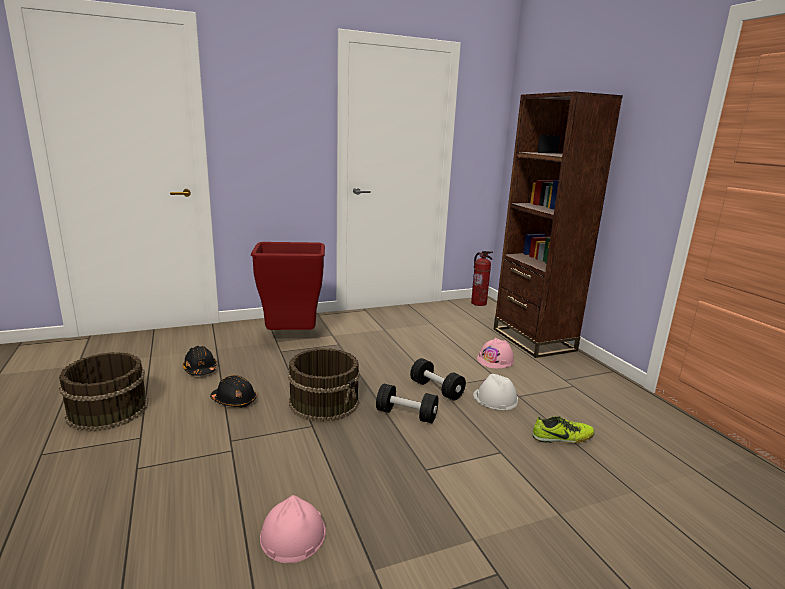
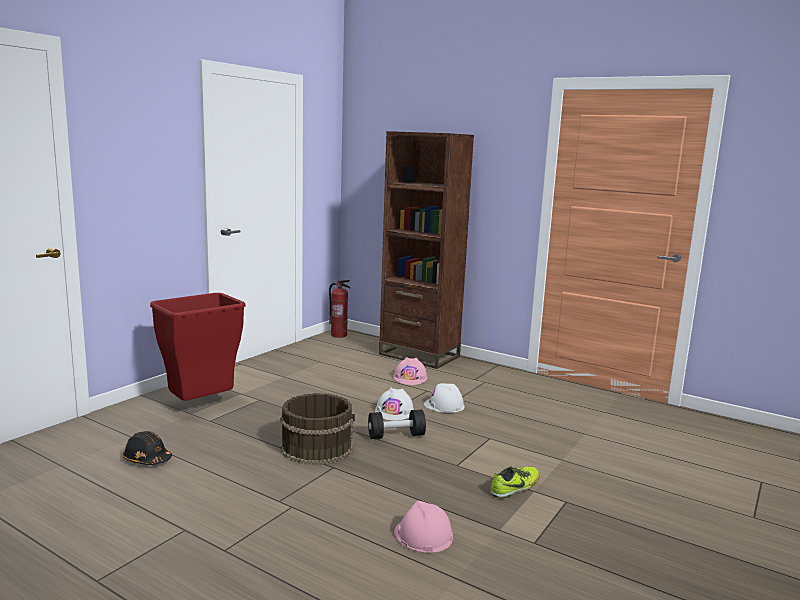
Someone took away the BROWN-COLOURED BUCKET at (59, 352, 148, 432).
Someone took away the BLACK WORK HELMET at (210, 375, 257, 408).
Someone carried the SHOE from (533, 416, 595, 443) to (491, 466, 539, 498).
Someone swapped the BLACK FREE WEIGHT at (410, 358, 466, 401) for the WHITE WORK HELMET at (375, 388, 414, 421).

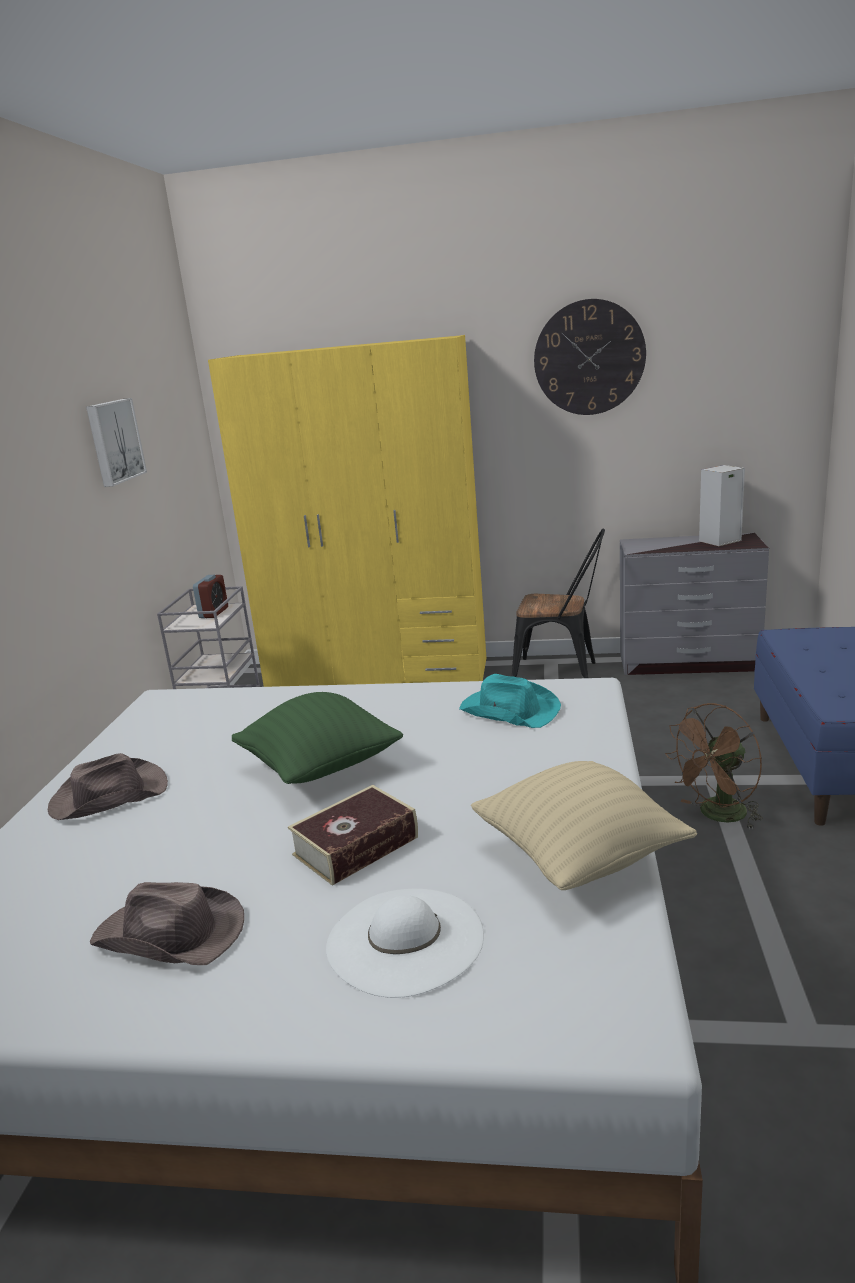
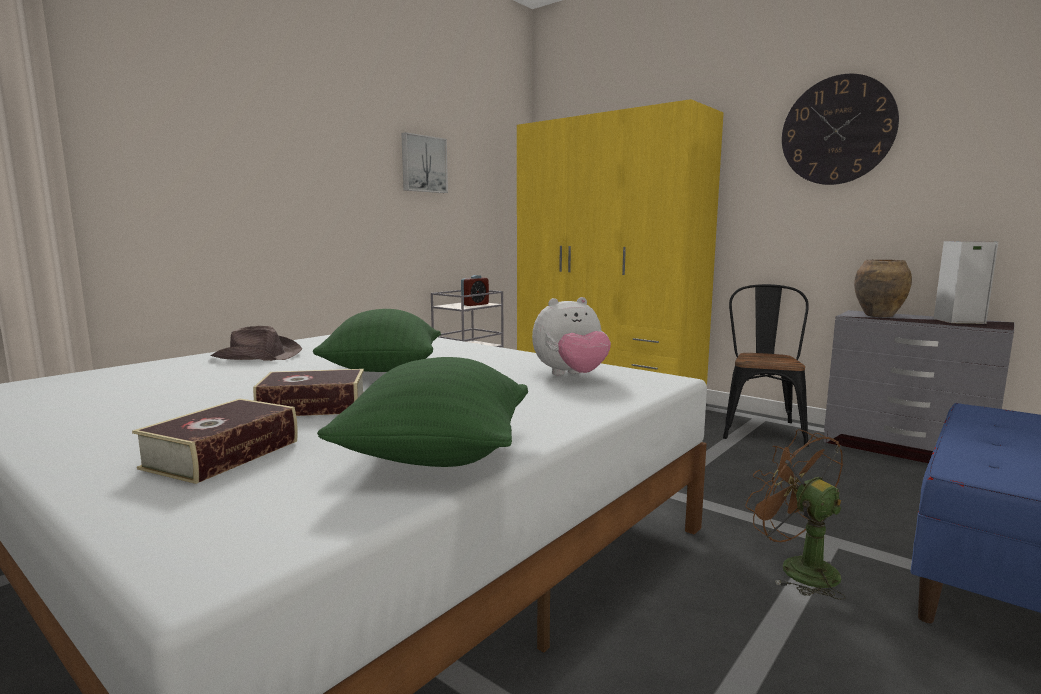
Someone took away the BROWN-COLOURED HAT at (90, 882, 244, 965).
Someone put down the BROWN-COLOURED DECORATIVE VASE at (854, 259, 912, 317).
Someone swapped the WHITE HAT at (326, 889, 484, 998) for the BOOK at (132, 399, 298, 484).
Someone swapped the TURQUOISE-COLOURED HAT at (459, 674, 561, 728) for the CUDDLY TOY at (532, 297, 611, 375).
Someone repainted the BEIGE THROW PILLOW at (471, 761, 697, 890), which became the GREENISH THROW PILLOW at (317, 357, 528, 467).
Someone rotated the BLACK PLAIN CHAIR at (512, 528, 605, 678) by 120 degrees counterclockwise.
Someone rotated the BROWN-COLOURED FAN at (665, 703, 763, 830) by 60 degrees clockwise.

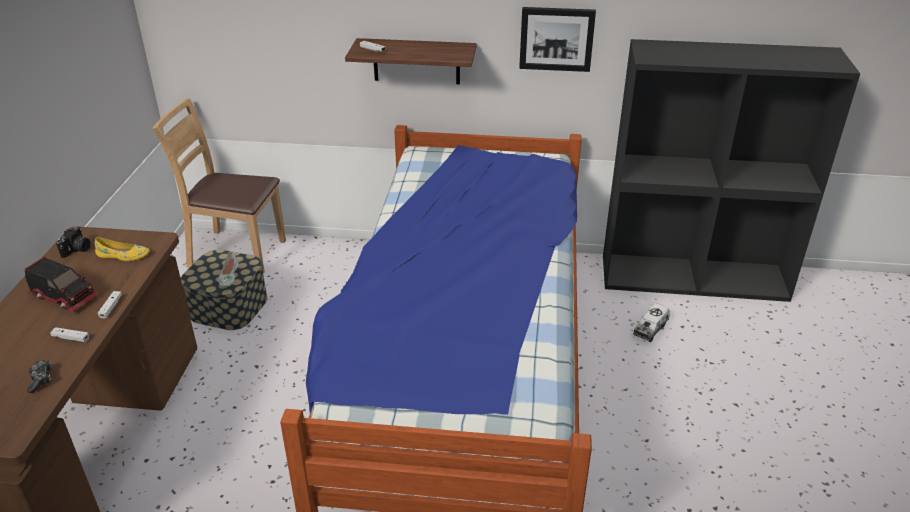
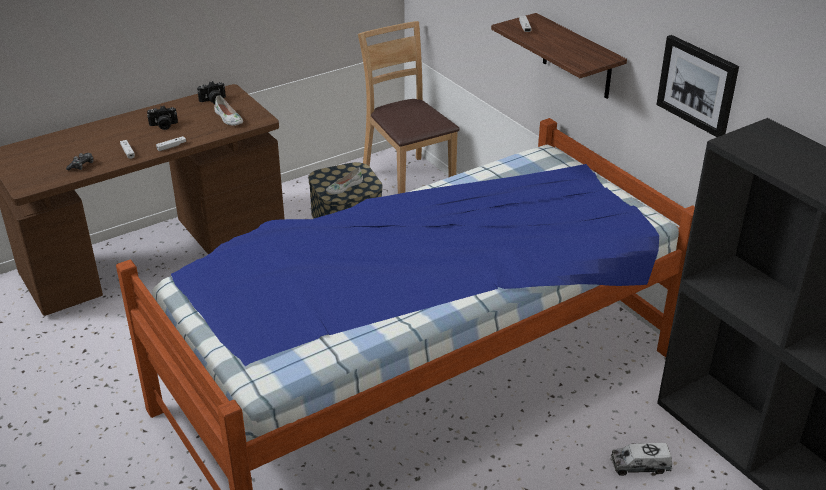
Someone swapped the TOY LORRY at (25, 256, 100, 312) for the STILL CAMERA at (147, 106, 178, 130).
Someone repainted the YELLOWISH SHOE at (95, 237, 150, 261), which became the WHITE SHOE at (214, 95, 243, 126).

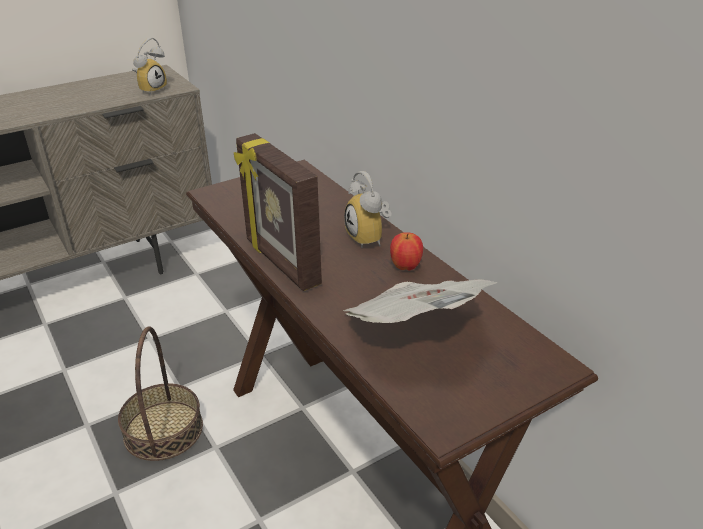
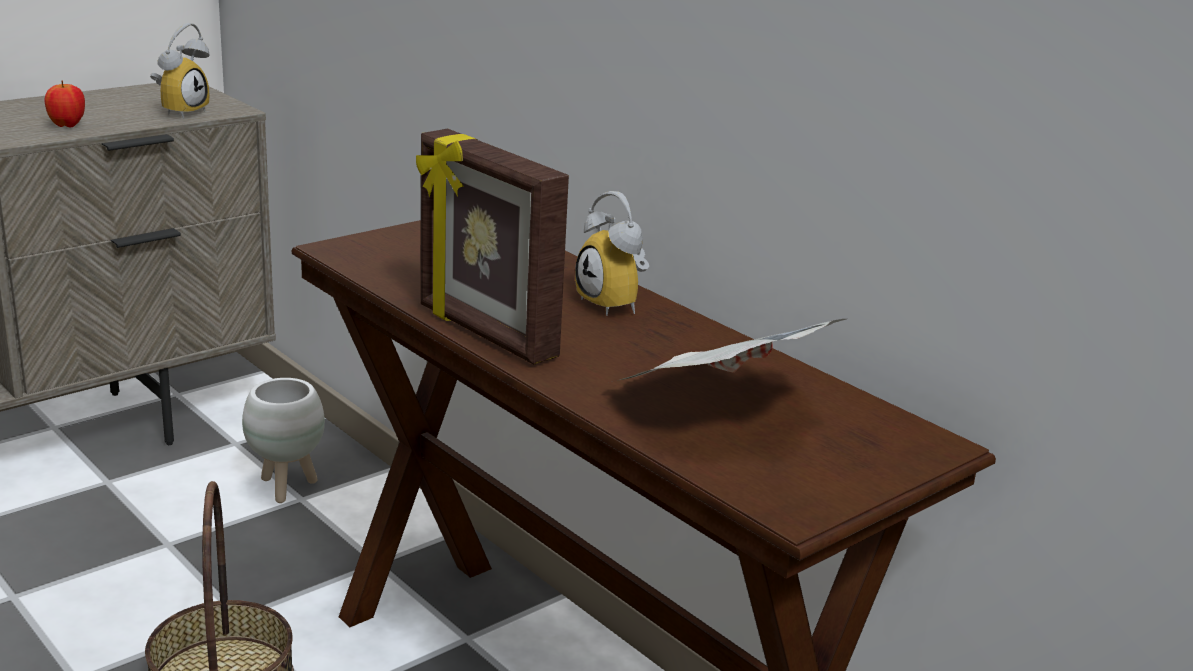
Someone put down the WHITE PLANTER at (242, 378, 325, 503).
Someone carried the APPLE from (390, 232, 423, 270) to (45, 81, 85, 127).

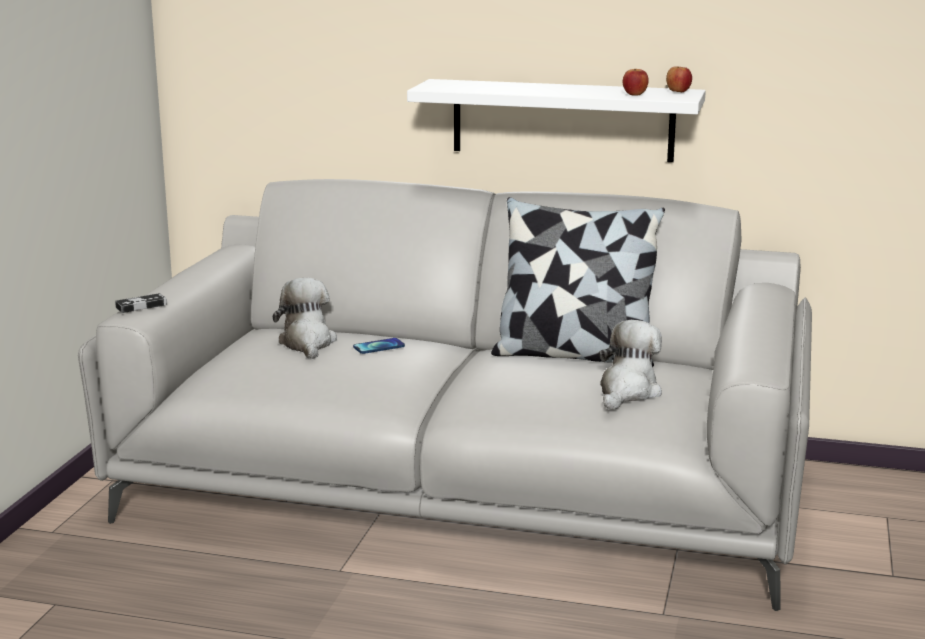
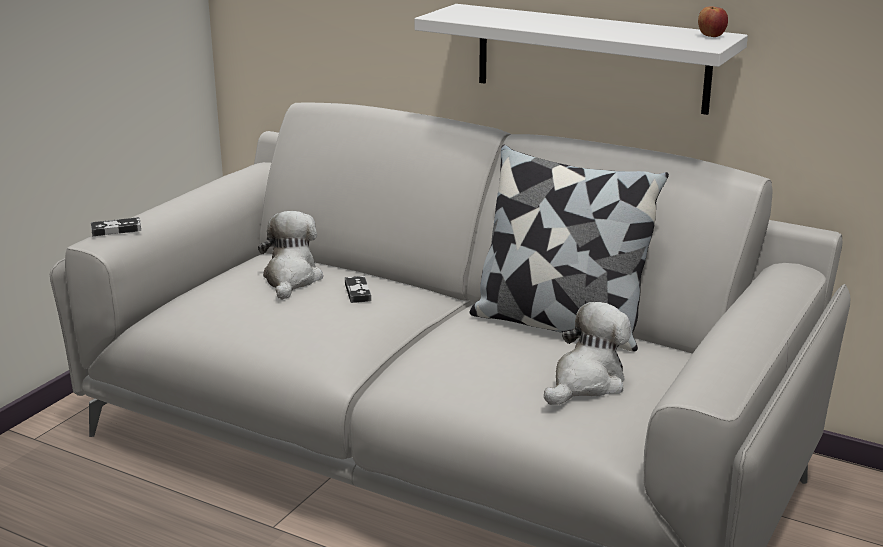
Someone took away the APPLE at (622, 69, 649, 96).
Someone swapped the PHONE at (353, 338, 405, 354) for the GAME CONTROLLER at (345, 276, 371, 303).

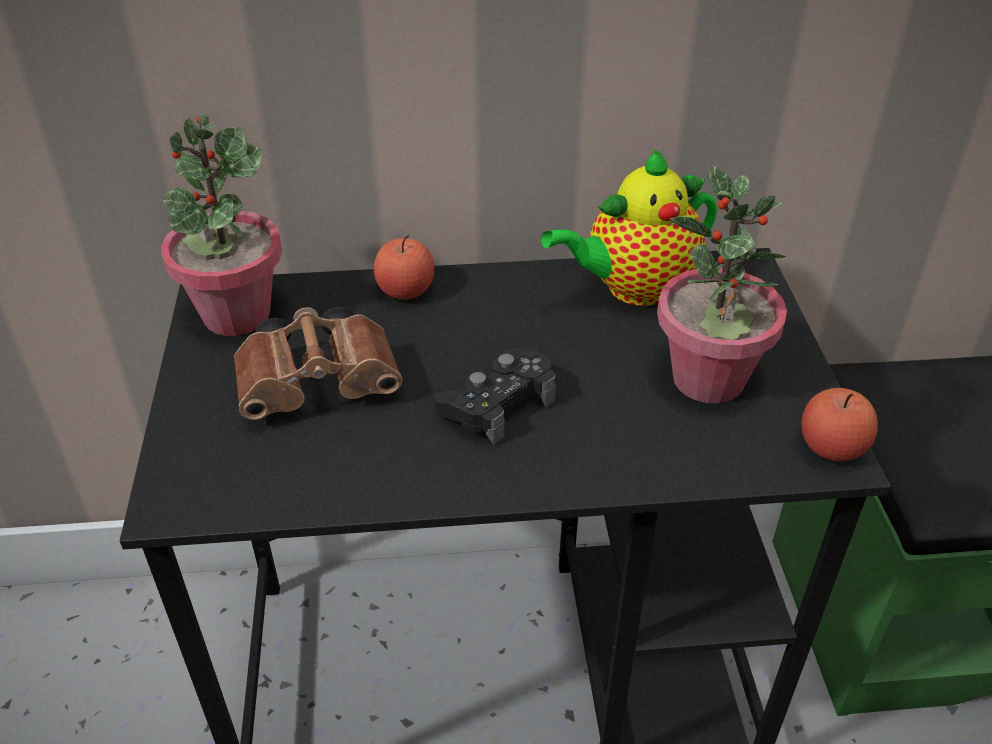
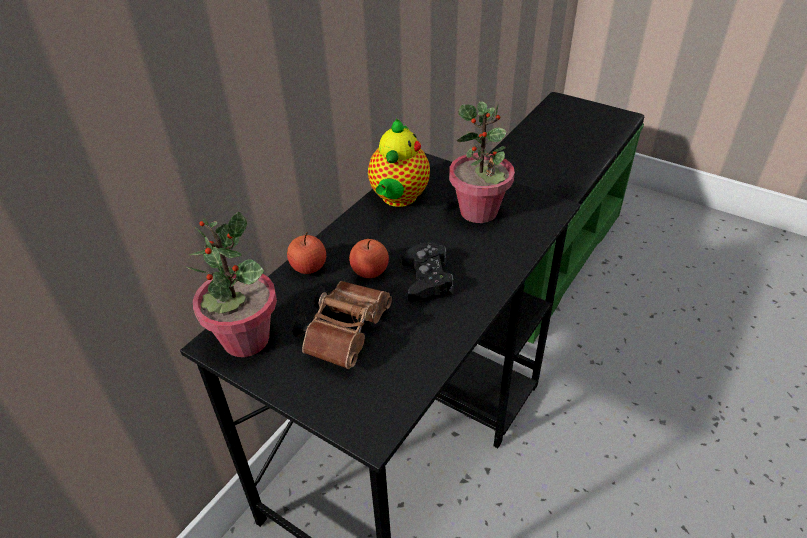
Someone carried the APPLE from (801, 388, 878, 461) to (349, 239, 389, 278).

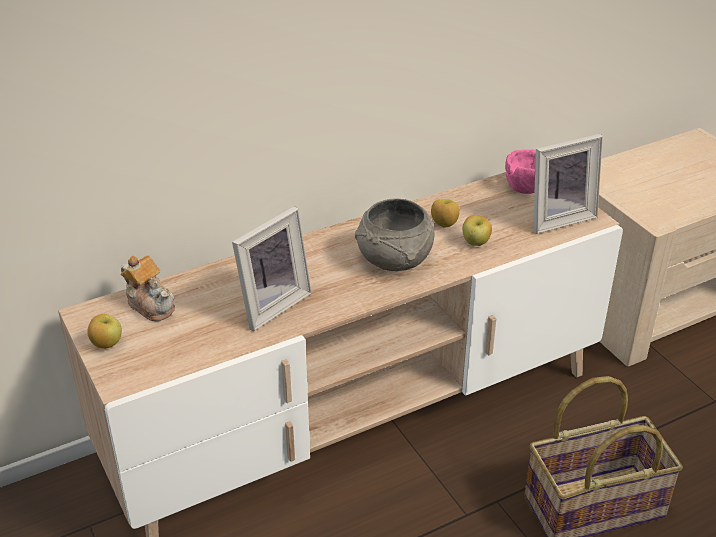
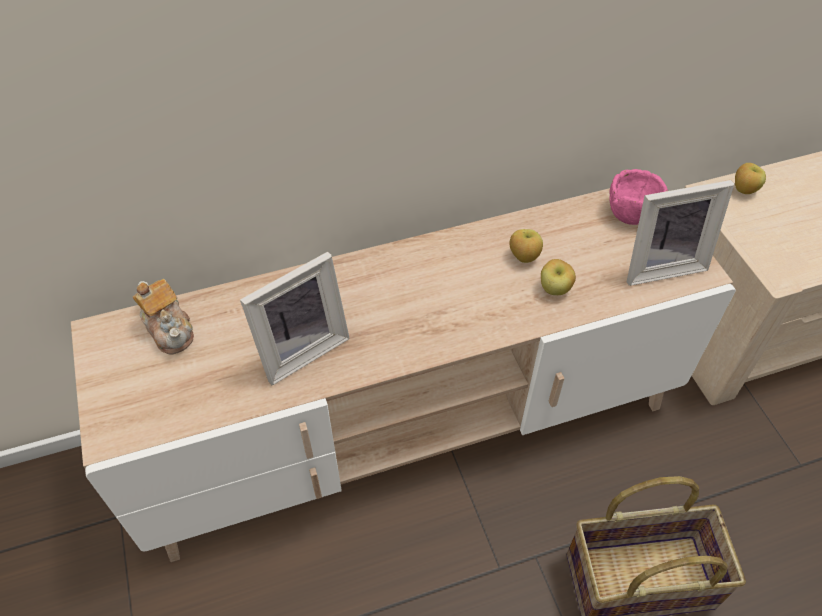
Someone took away the GREY SERVING BOWL at (355, 198, 434, 271).
Someone carried the APPLE from (87, 314, 122, 349) to (735, 163, 766, 194).

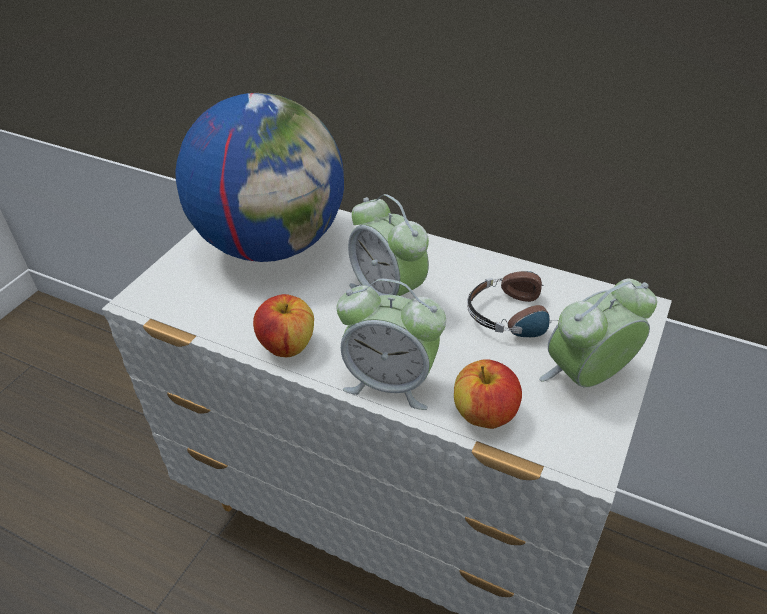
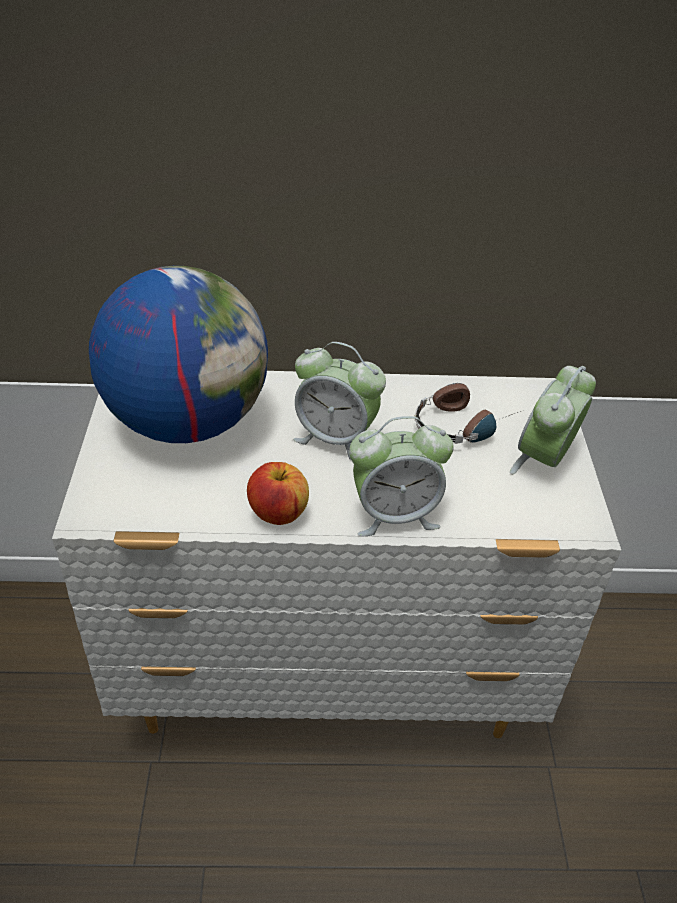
Someone took away the APPLE at (454, 359, 522, 429).

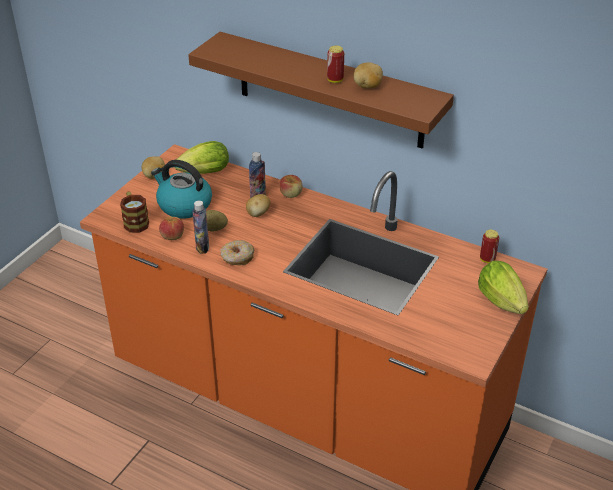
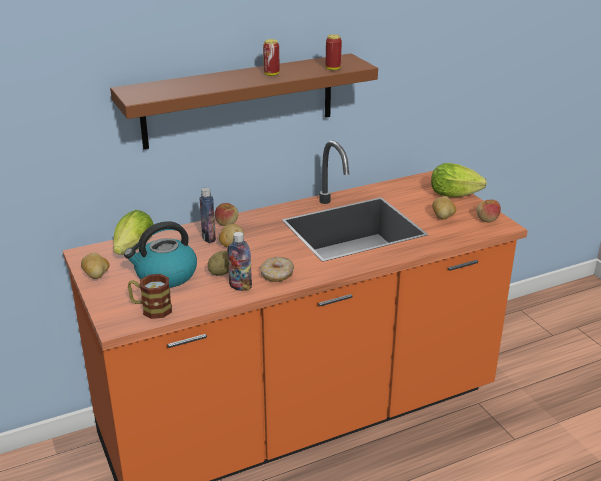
Someone carried the APPLE from (159, 217, 184, 240) to (477, 200, 501, 223).
Someone carried the POTATO from (354, 62, 383, 88) to (432, 197, 456, 220).
Someone carried the SEALED CAN from (480, 230, 499, 263) to (326, 34, 342, 71).

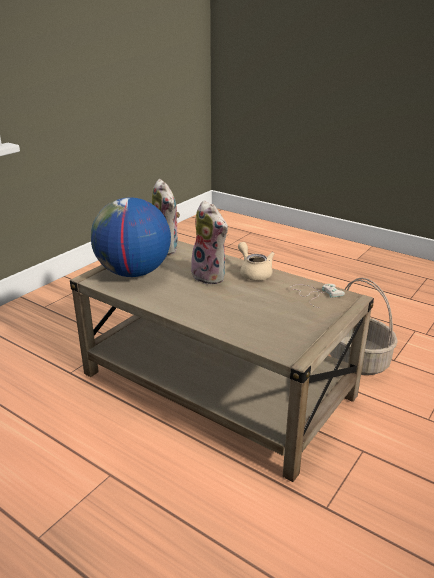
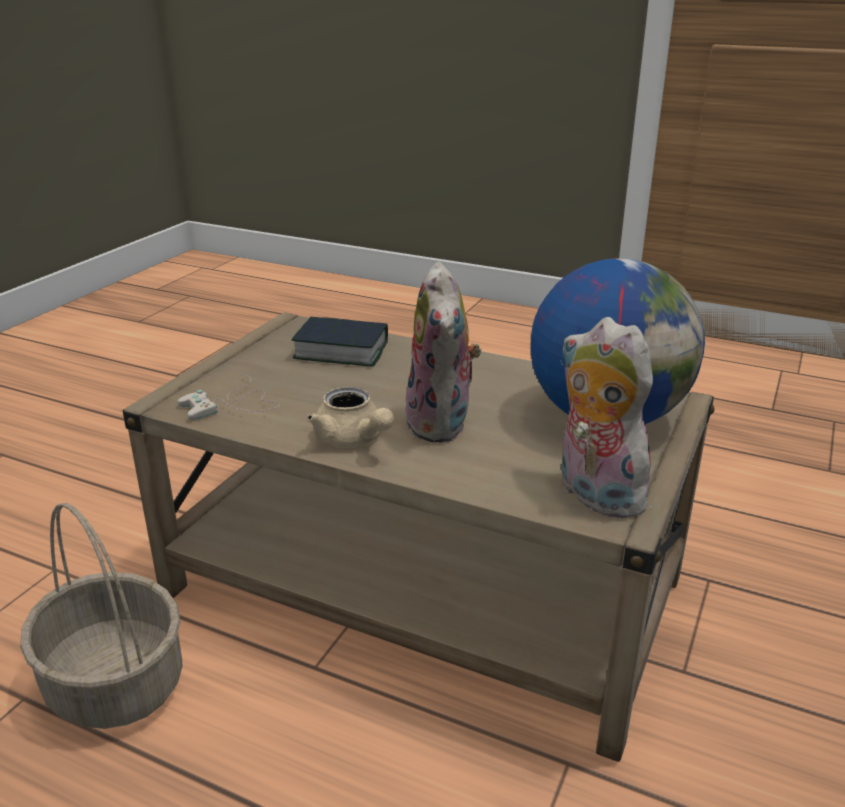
Someone put down the BOOK at (292, 317, 388, 367).
Someone rotated the CUDDLY TOY at (191, 200, 228, 285) by 135 degrees counterclockwise.

